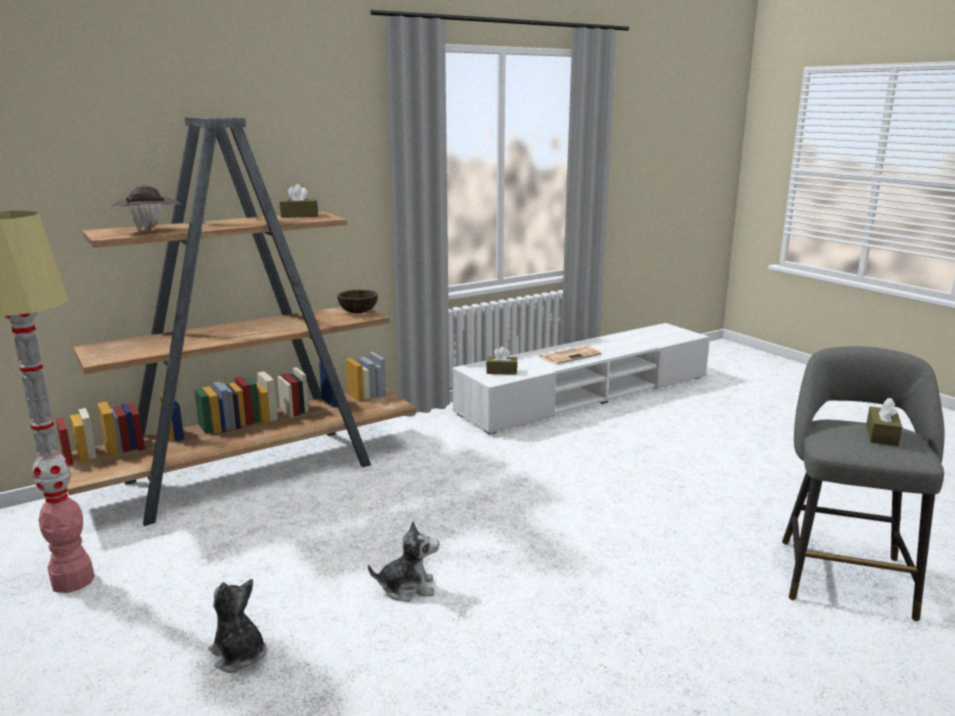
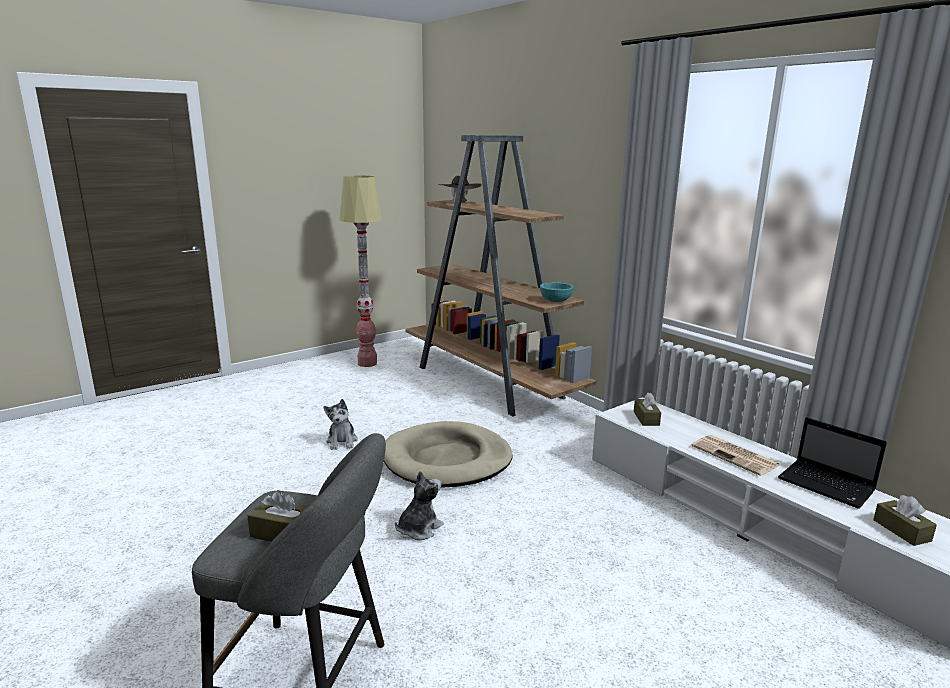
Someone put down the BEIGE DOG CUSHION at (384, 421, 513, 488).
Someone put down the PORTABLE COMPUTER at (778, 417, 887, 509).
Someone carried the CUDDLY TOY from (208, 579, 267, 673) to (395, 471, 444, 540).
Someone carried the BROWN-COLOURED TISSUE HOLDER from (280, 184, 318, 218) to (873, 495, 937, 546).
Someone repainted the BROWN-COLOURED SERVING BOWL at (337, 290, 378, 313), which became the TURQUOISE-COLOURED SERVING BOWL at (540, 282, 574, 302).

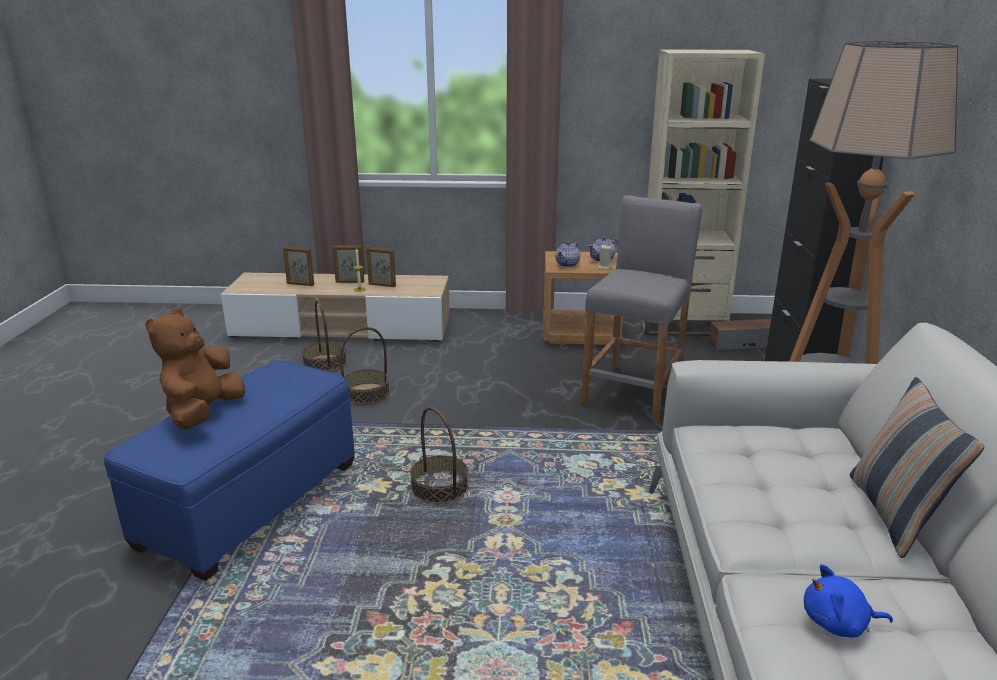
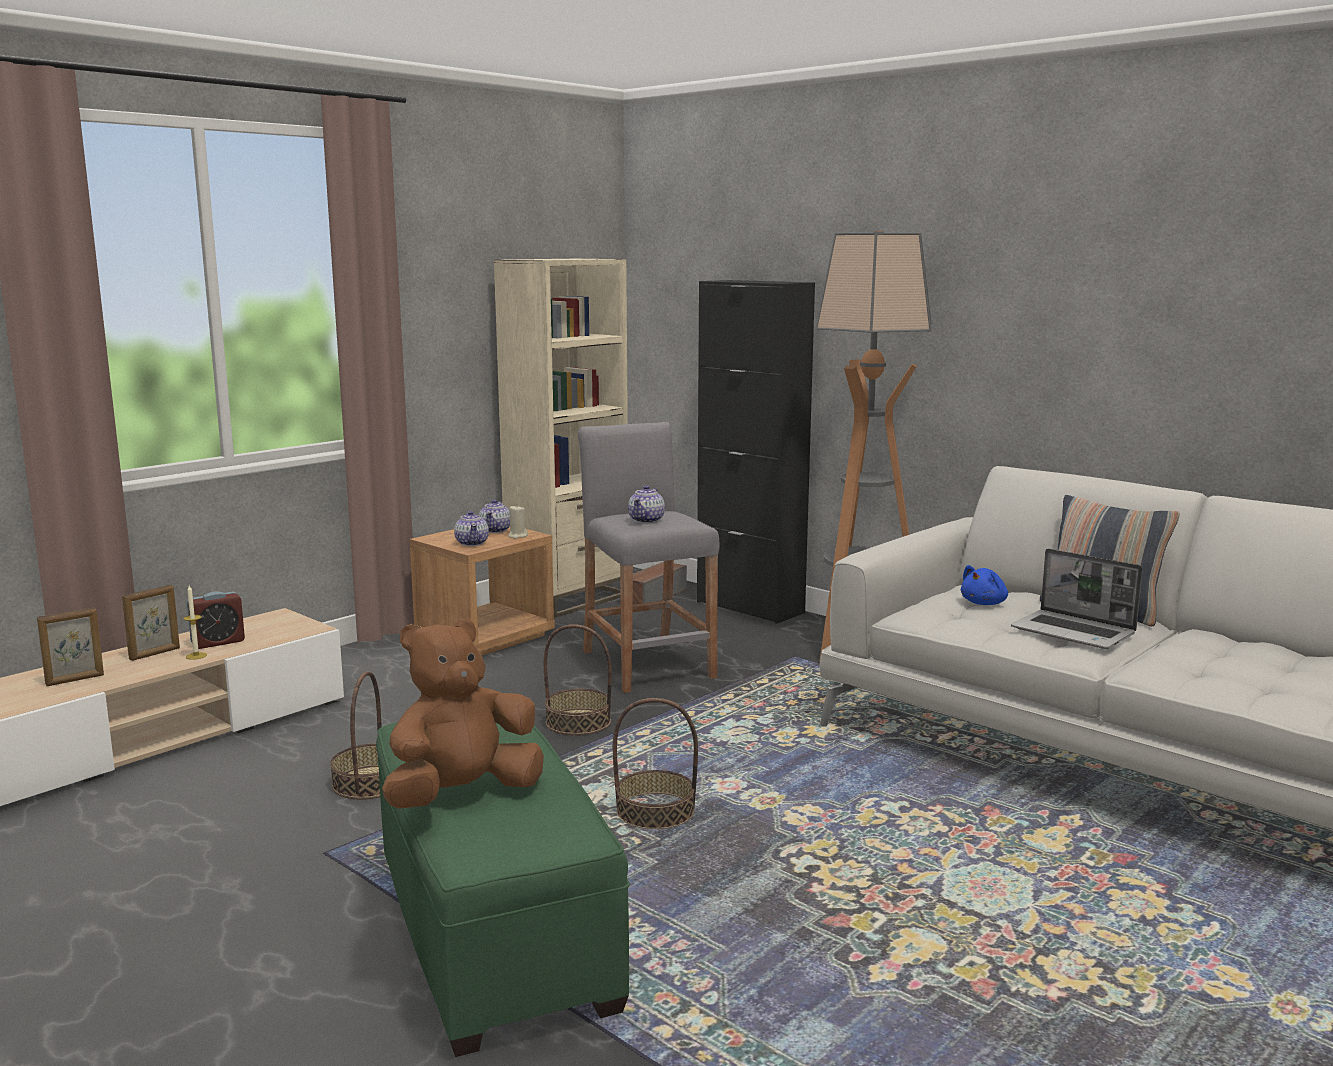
Someone put down the POT FOR TEA at (628, 485, 665, 523).
Someone put down the PORTABLE COMPUTER at (1011, 549, 1143, 649).
Someone carried the HOUSEHOLD BASKET from (302, 300, 347, 372) to (544, 624, 612, 735).
Someone carried the BLUE CUDDLY TOY from (804, 564, 893, 638) to (961, 565, 1008, 605).
Someone swapped the PHOTO FRAME at (366, 247, 396, 287) for the BEDSIDE CLOCK at (187, 592, 245, 649).
Someone repainted the BLUE FOOTREST at (104, 360, 355, 581), which became the GREENISH FOOTREST at (376, 722, 630, 1057).
Someone rotated the BROWN-COLOURED CUDDLY TOY at (145, 308, 245, 429) by 90 degrees clockwise.

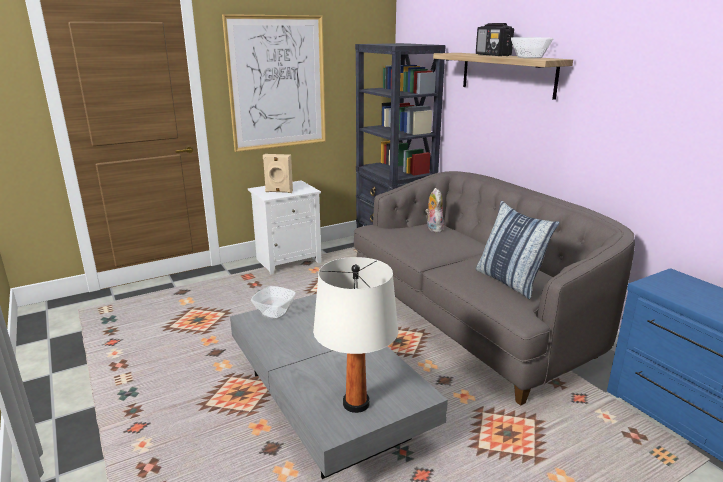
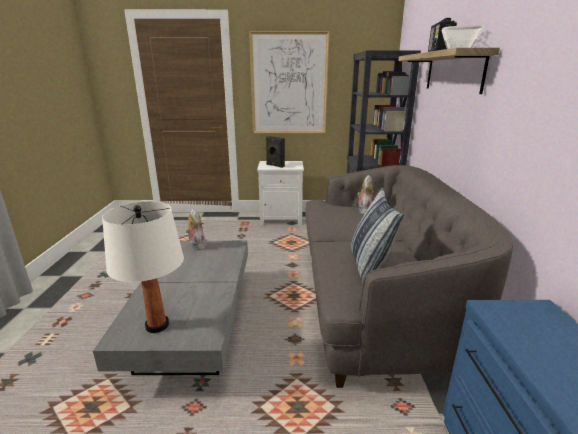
Someone swapped the SERVING BOWL at (251, 286, 296, 319) for the CUDDLY TOY at (186, 209, 206, 250).
Someone repainted the BEIGE AUDIO SPEAKER at (263, 154, 293, 193), which became the BLACK AUDIO SPEAKER at (266, 136, 285, 168).

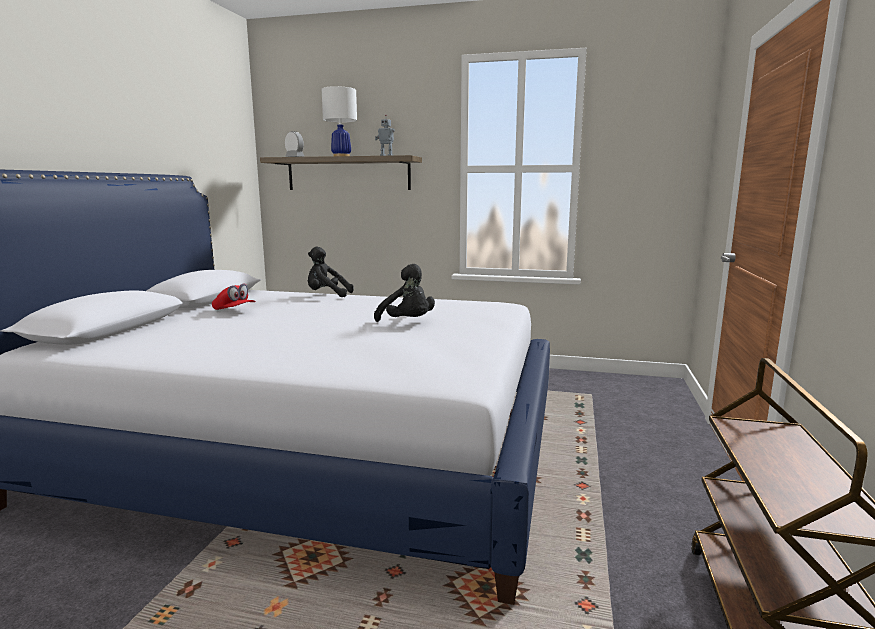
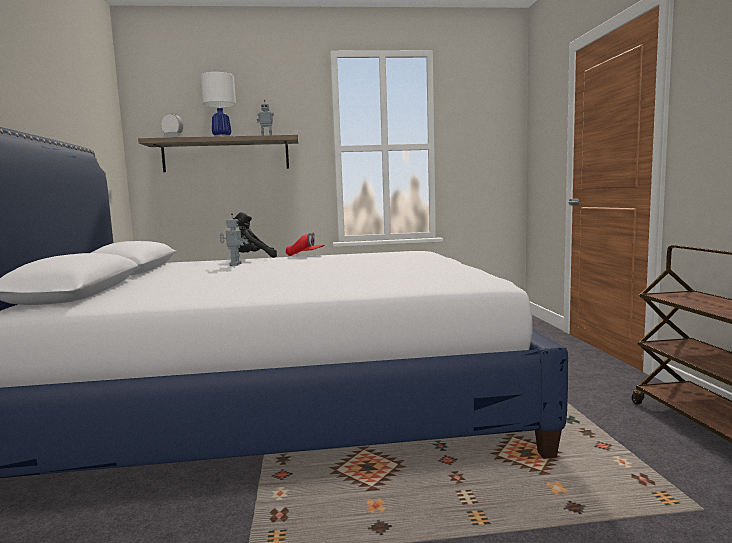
Someone took away the BLACK CUDDLY TOY at (374, 264, 435, 322).
Someone put down the TOY ROBOT at (220, 213, 248, 266).
Someone carried the RED BASEBALL CAP from (212, 284, 256, 310) to (286, 232, 324, 256).

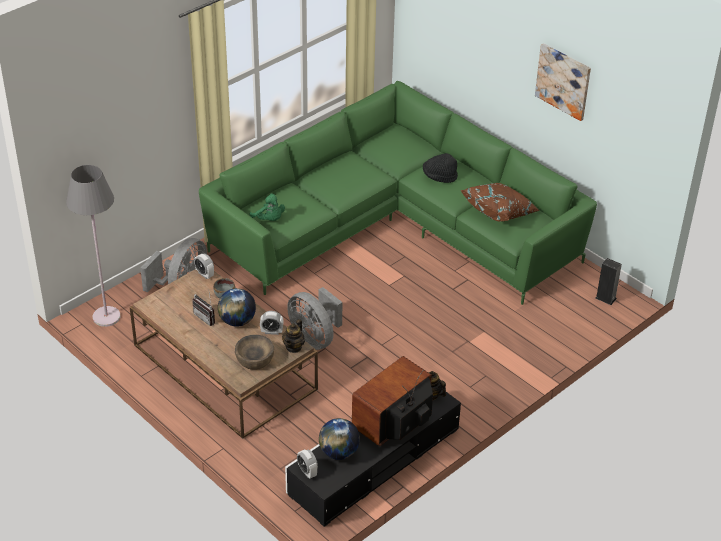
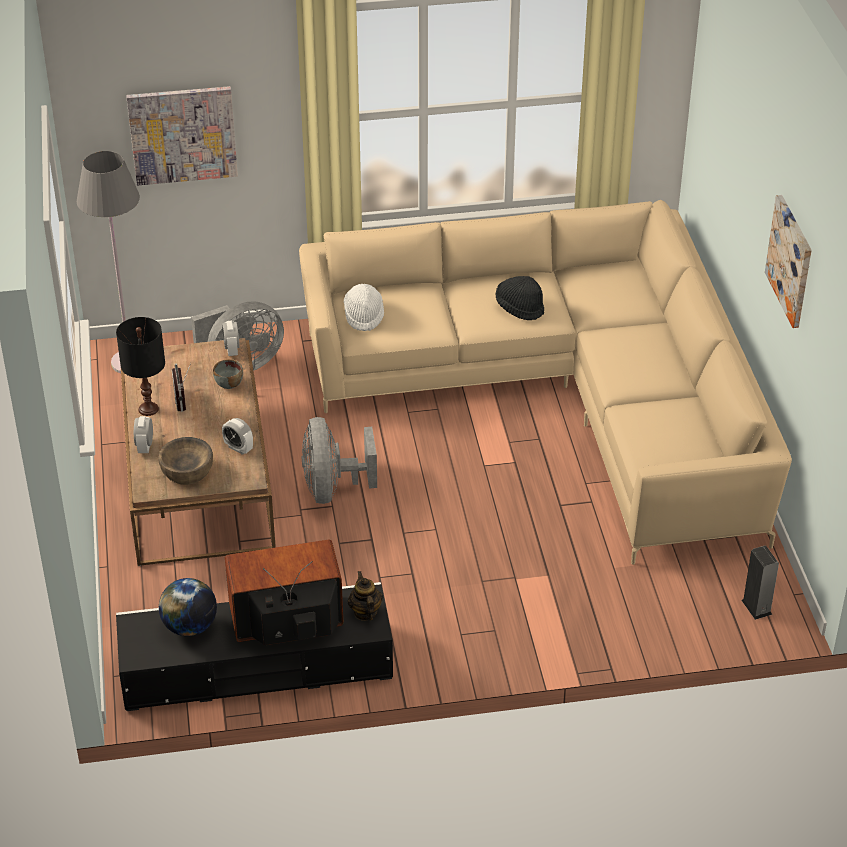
Someone took away the DESK GLOBE at (218, 288, 256, 327).
Someone took away the POT FOR TEA at (282, 319, 305, 353).
Someone took away the BROWN-COLOURED THROW PILLOW at (461, 183, 540, 222).
Someone put down the BLACK TABLE LAMP at (116, 317, 165, 416).
Someone put up the WALL PICTURE at (126, 86, 238, 185).
Someone carried the BEDSIDE CLOCK from (297, 449, 318, 479) to (134, 416, 153, 453).
Someone carried the BLACK HAT from (423, 153, 458, 183) to (495, 276, 544, 320).
Someone swapped the GREENISH CUDDLY TOY at (250, 193, 285, 221) for the WHITE HAT at (344, 284, 384, 331).
Someone repainted the GREENISH SOFA at (199, 81, 597, 305), which became the BEIGE SOFA at (299, 200, 792, 565).

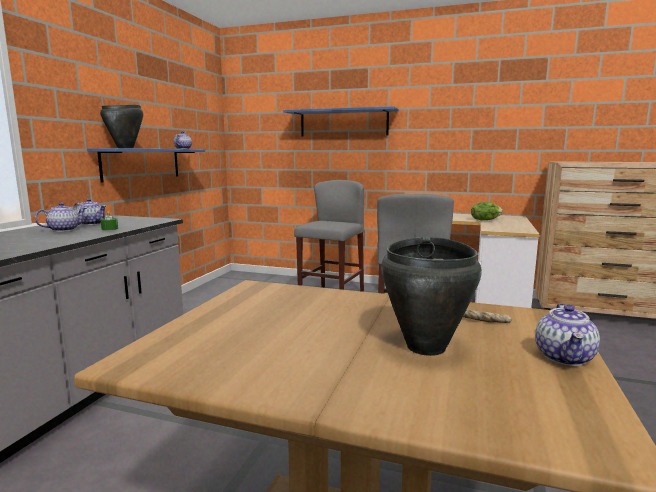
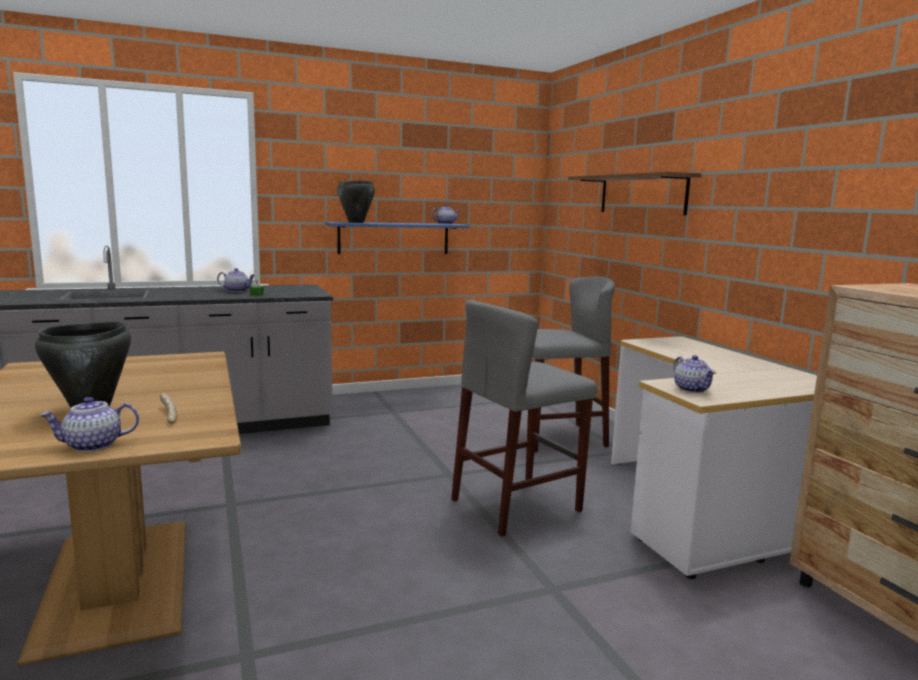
Someone took away the LETTUCE at (471, 202, 503, 220).
Someone carried the POT FOR TEA from (74, 198, 106, 225) to (674, 355, 716, 393).
Someone repainted the BLUE SHELF at (283, 106, 399, 137), which became the BROWN-COLOURED SHELF at (568, 171, 701, 215).

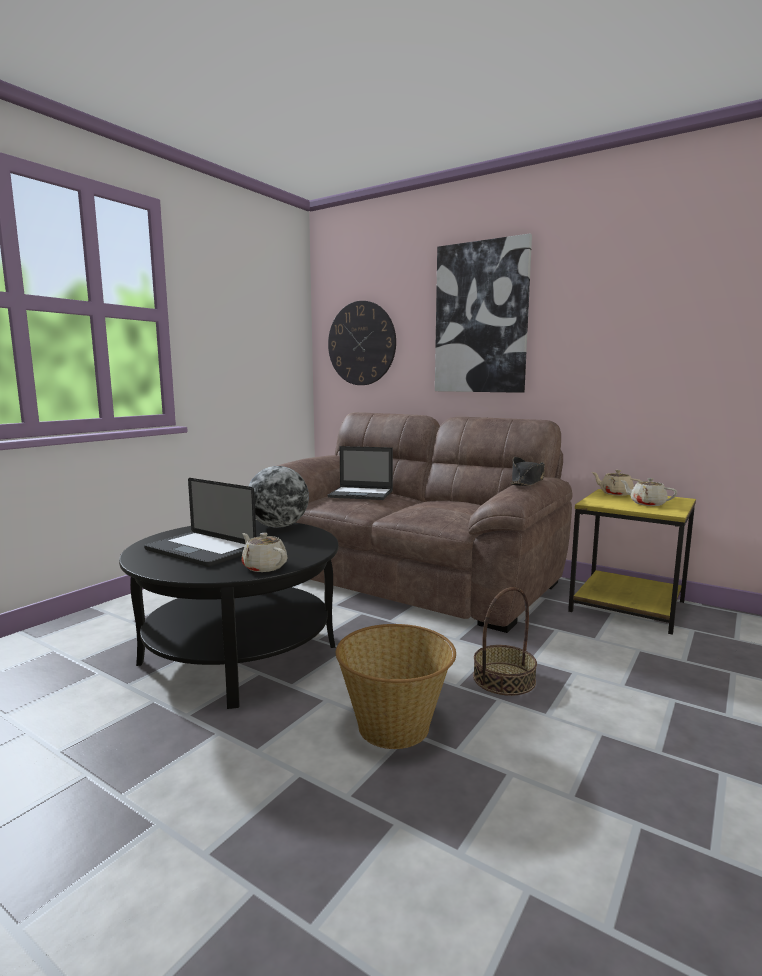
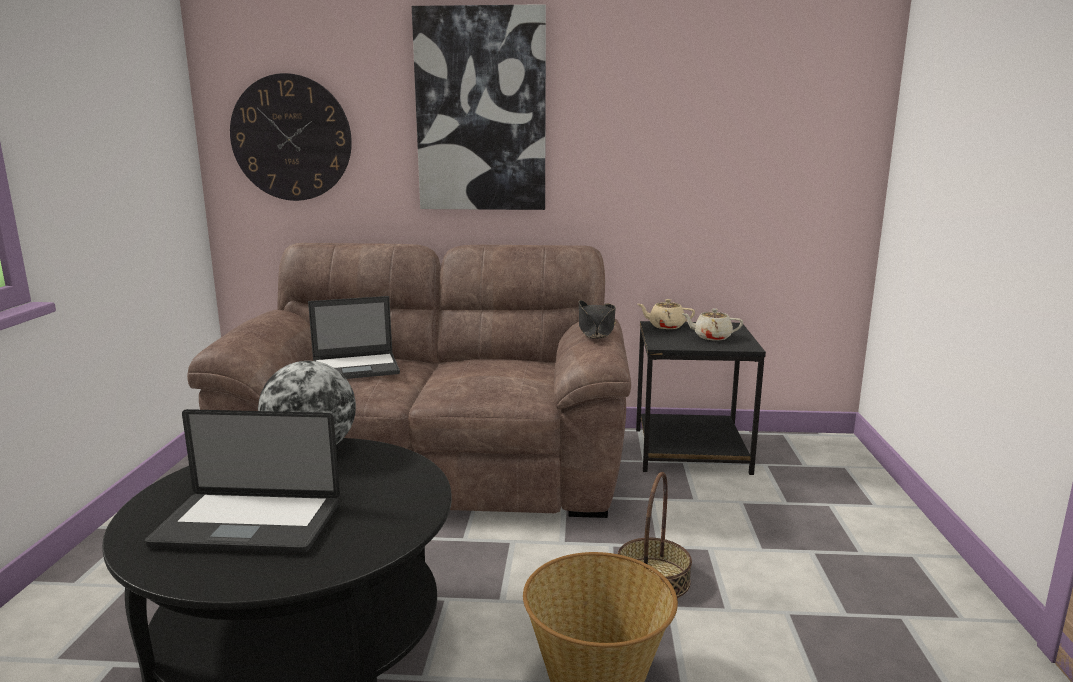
Someone took away the BEIGE POT FOR TEA at (242, 533, 287, 572).
Someone repainted the YELLOWISH ACCENT TABLE at (568, 489, 696, 635), which became the BLACK ACCENT TABLE at (636, 321, 766, 475).

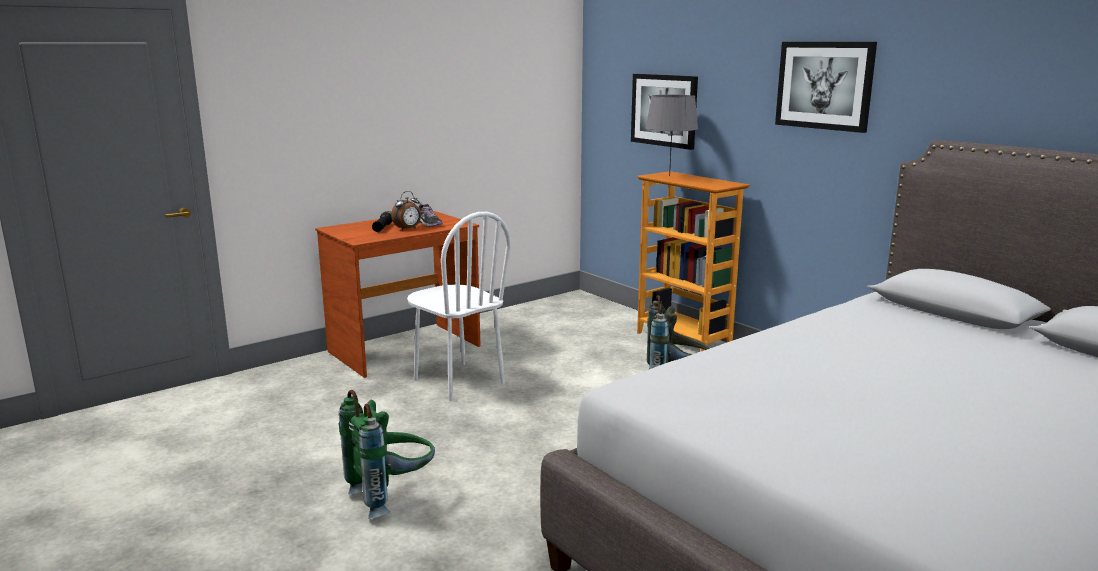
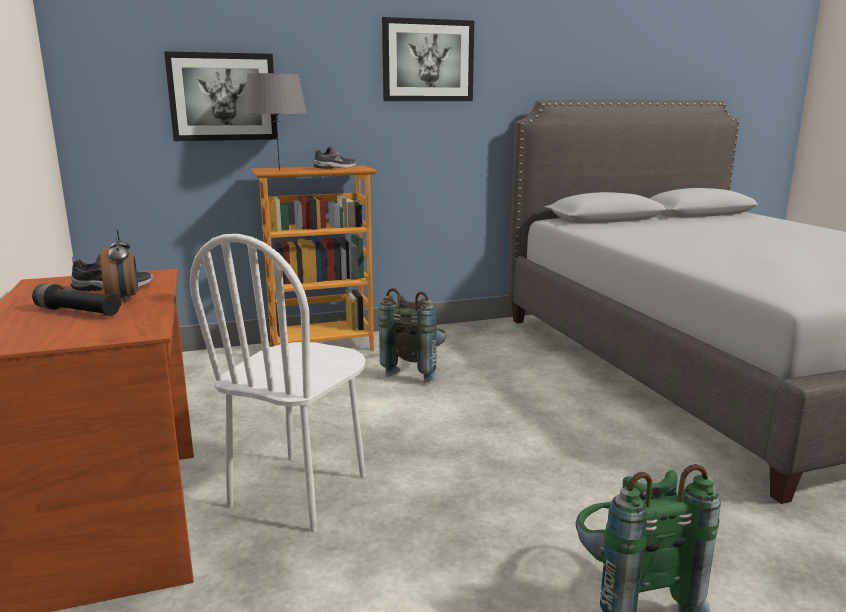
Someone put down the SHOE at (314, 147, 356, 169).
Someone rotated the WHITE PLAIN CHAIR at (407, 212, 511, 401) by 135 degrees clockwise.

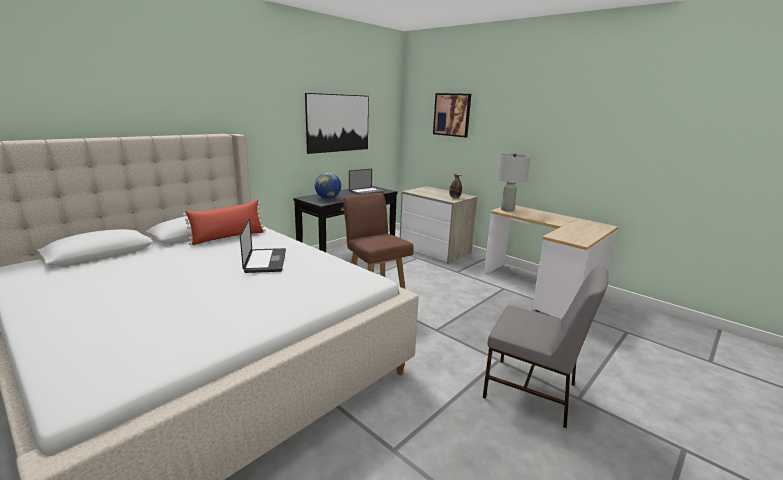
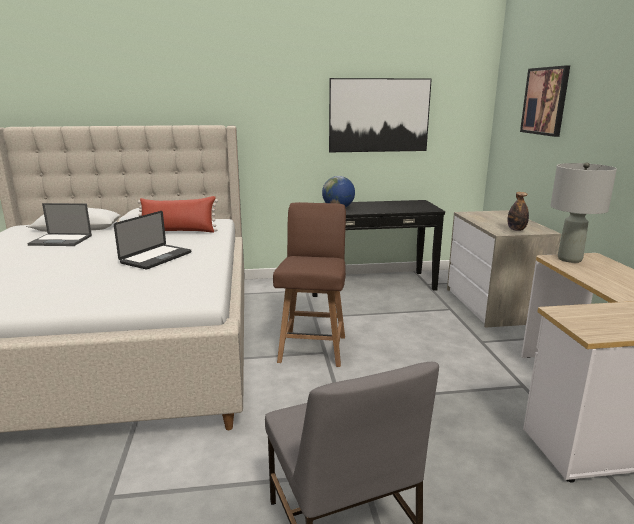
Someone carried the PORTABLE COMPUTER from (349, 169, 384, 195) to (27, 203, 92, 246).

